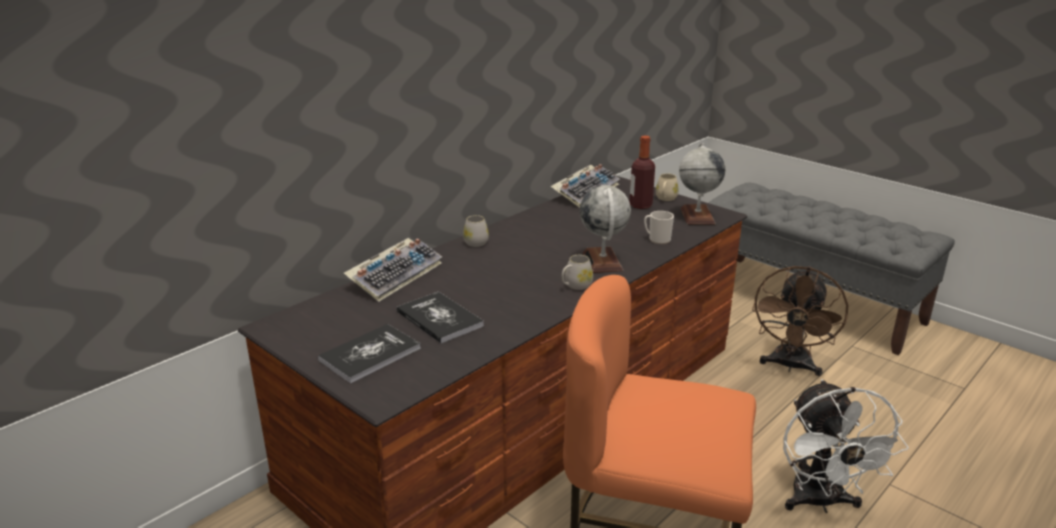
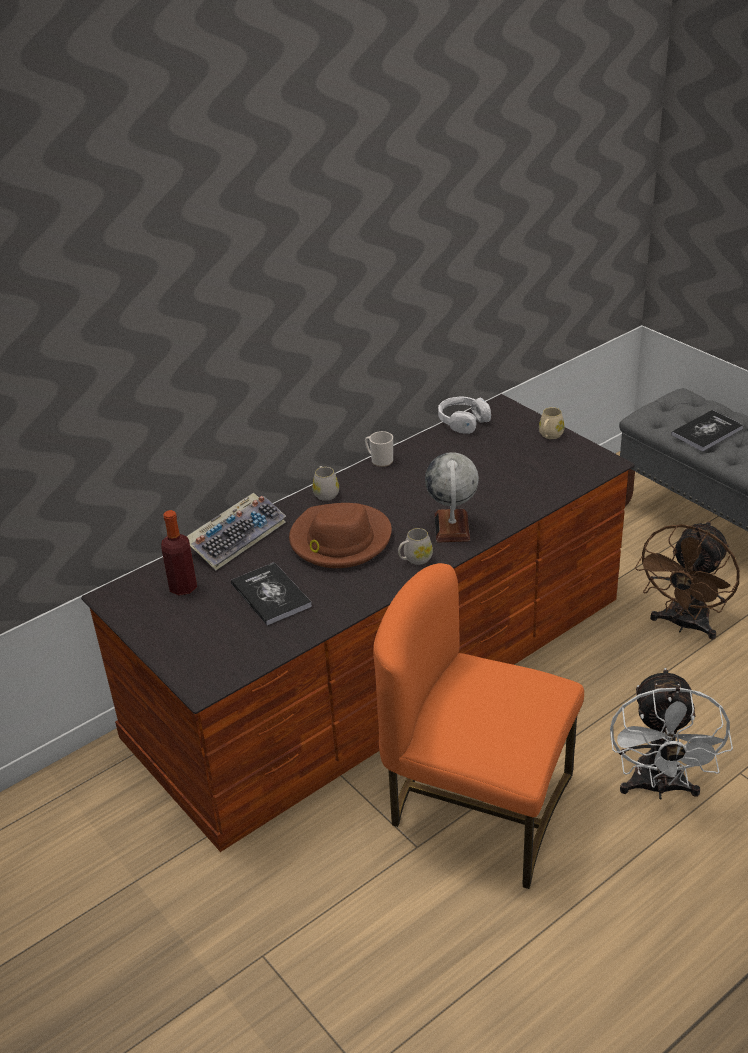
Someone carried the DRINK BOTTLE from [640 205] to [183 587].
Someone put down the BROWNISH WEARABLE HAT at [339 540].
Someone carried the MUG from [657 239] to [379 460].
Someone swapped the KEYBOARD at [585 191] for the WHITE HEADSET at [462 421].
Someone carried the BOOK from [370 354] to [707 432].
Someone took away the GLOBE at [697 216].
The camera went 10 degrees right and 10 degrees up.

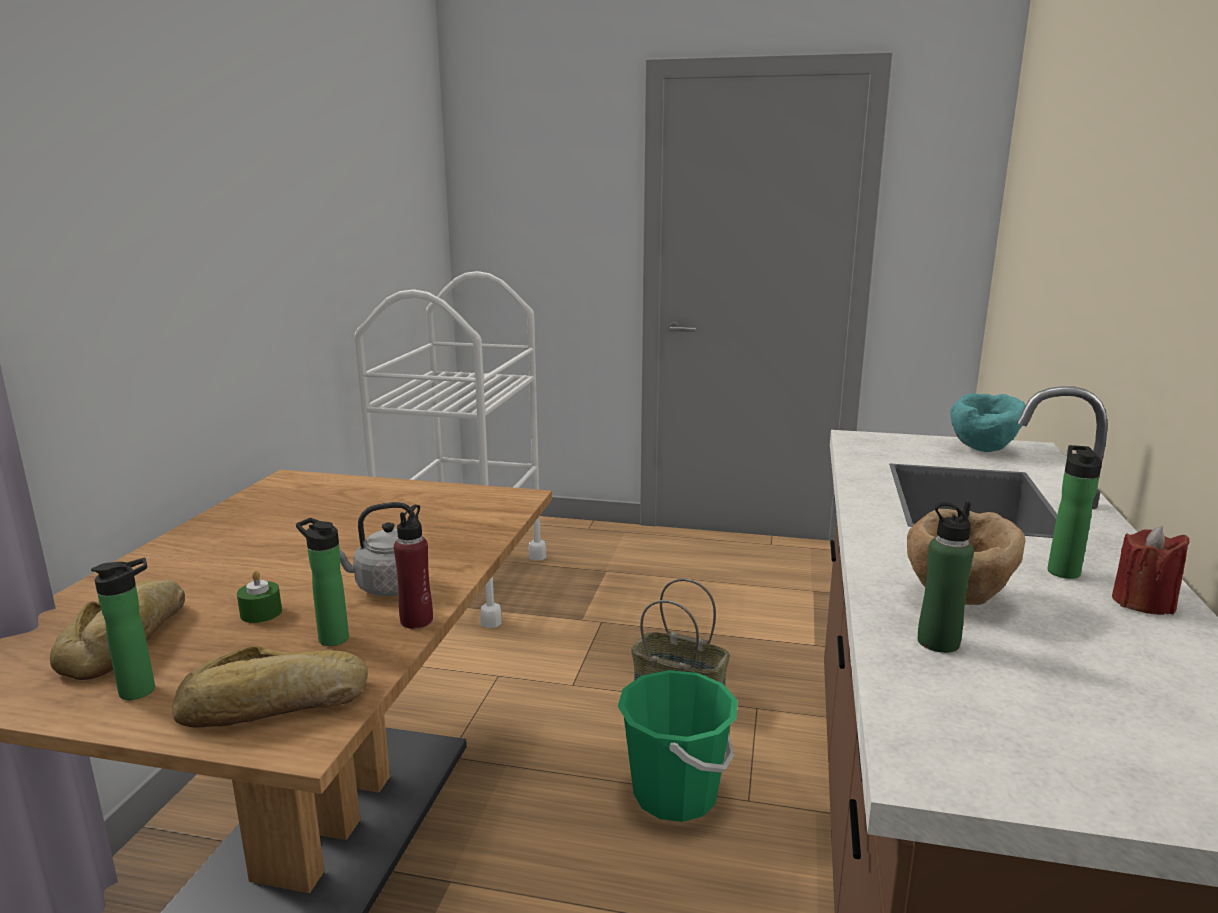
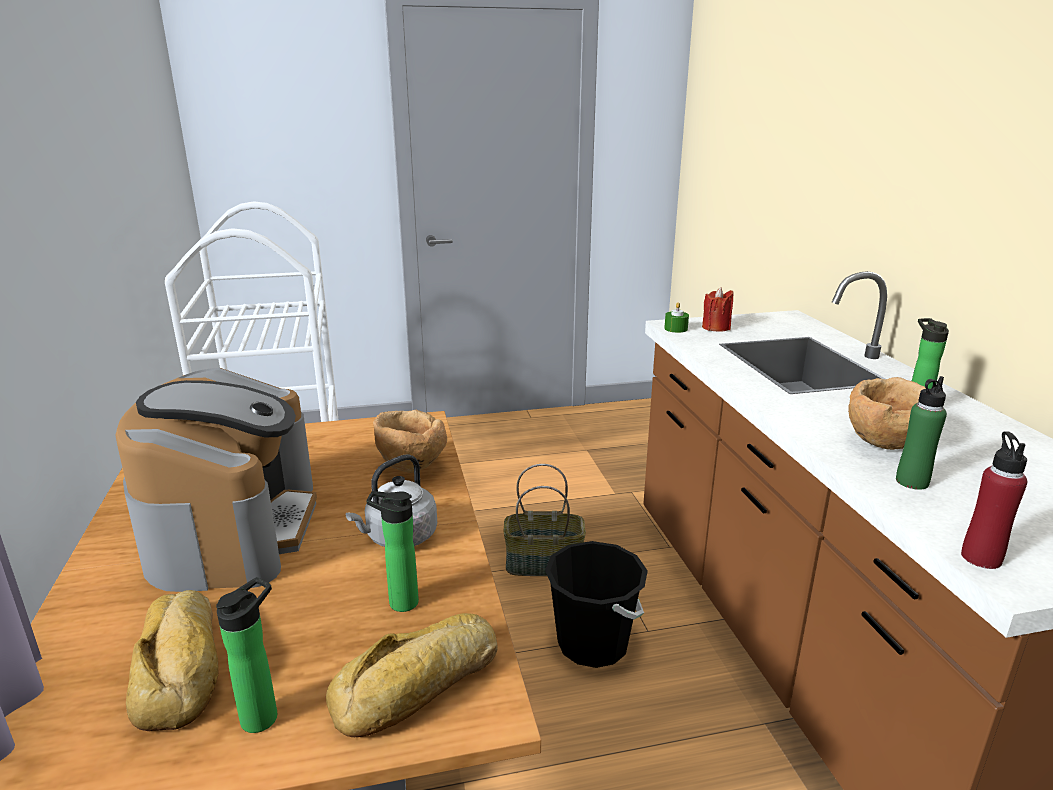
Someone put down the COFFEE BREWER at [234 528].
Someone put down the BROWNISH DEEP DISH at [411 466].
Someone repainted the GREEN BUCKET at [675 794], which became the BLACK-COLOURED BUCKET at [593 643].
Someone carried the GREEN WAX LIGHT from [261 613] to [676 329].
Someone carried the RED-COLOURED WAX LIGHT from [1143 602] to [716 328].
Someone carried the RED-COLOURED DRINK BOTTLE from [416 620] to [981 558].
Someone took away the TURQUOISE DEEP DISH at [983 450].
The camera went 25 degrees left and 5 degrees up.

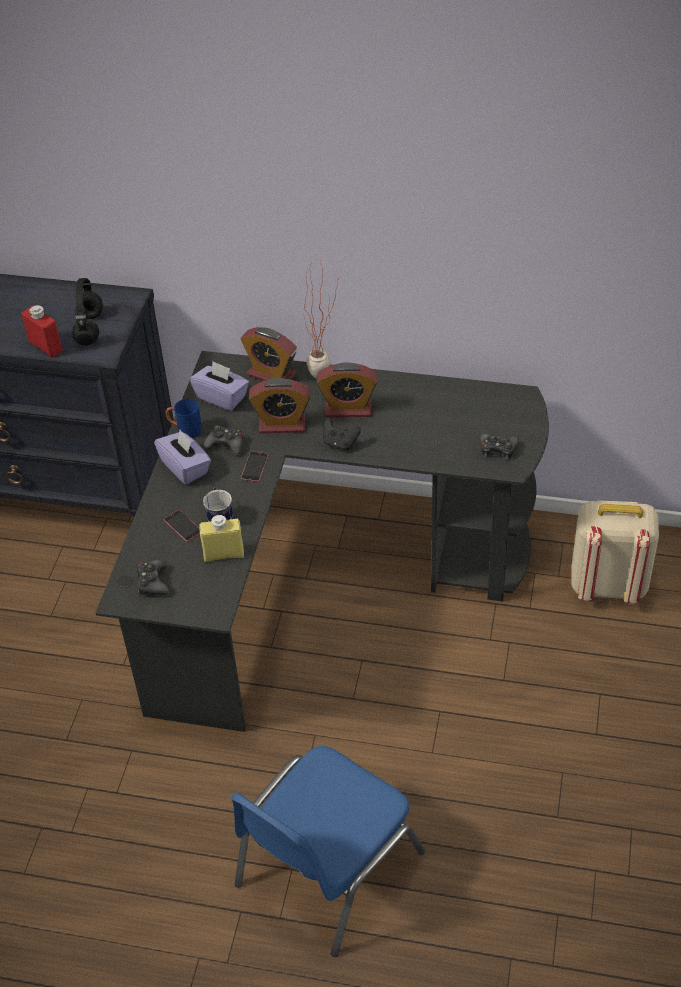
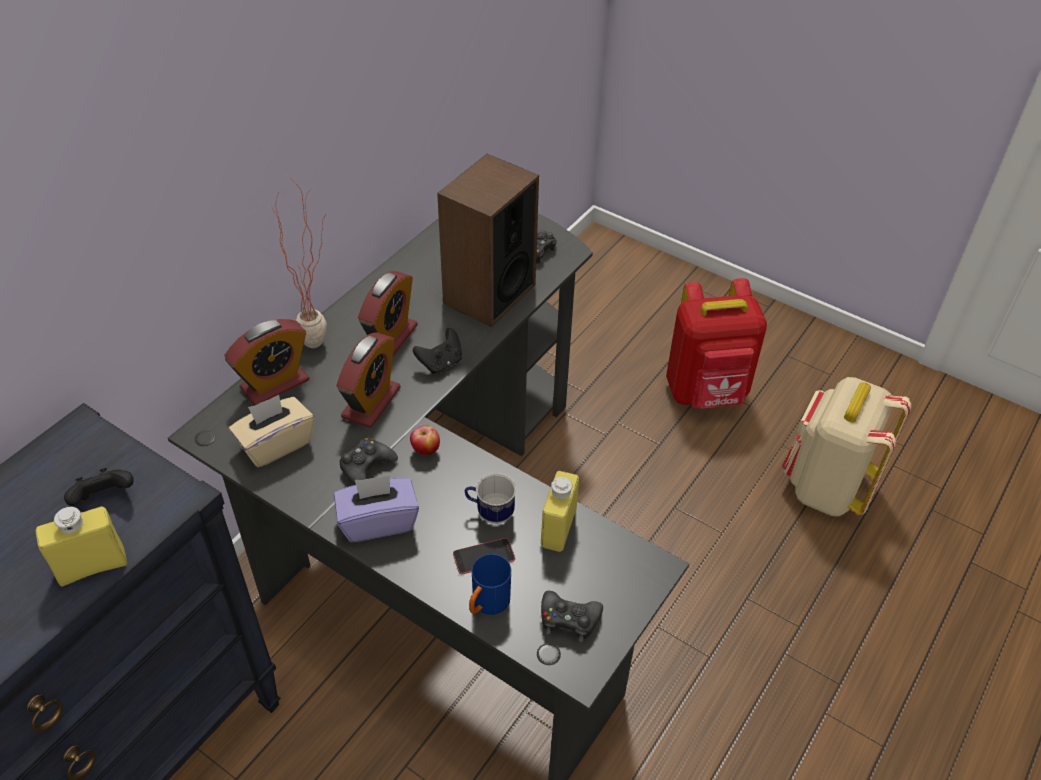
Someone repainted the RED-COLOURED DRINK BOTTLE at [45 346], which became the YELLOW-COLOURED DRINK BOTTLE at [92 566].
Someone swapped the BLACK-COLOURED HEADSET at [90 329] for the BLACK-COLOURED GAME CONTROLLER at [105 498].
Someone repainted the PURPLISH TISSUE HOLDER at [222 397], which became the BEIGE TISSUE HOLDER at [276 444].
Someone swapped the TELEPHONE at [254 466] for the APPLE FRUIT at [425 451].
Someone put down the AUDIO SPEAKER at [489 294].
Someone carried the BLUISH MUG from [185 430] to [487 605].
Someone put down the RED-COLOURED RUCKSACK at [707 392].
Someone carried the BEIGE RUCKSACK from [607 585] to [826 487].
Someone took away the BLUISH UPRIGHT CHAIR at [325 869].
The camera went 70 degrees left and 0 degrees up.

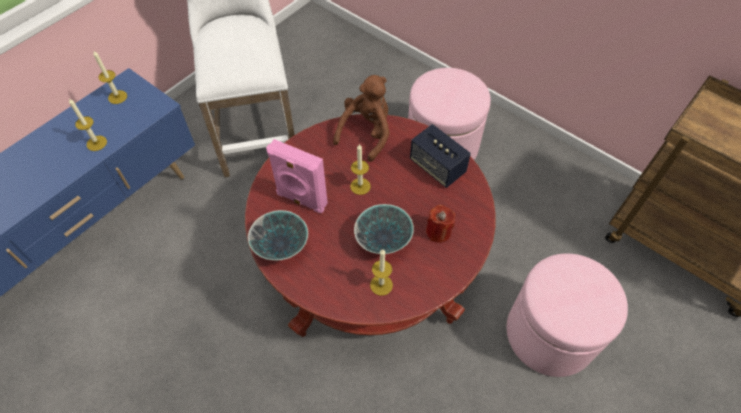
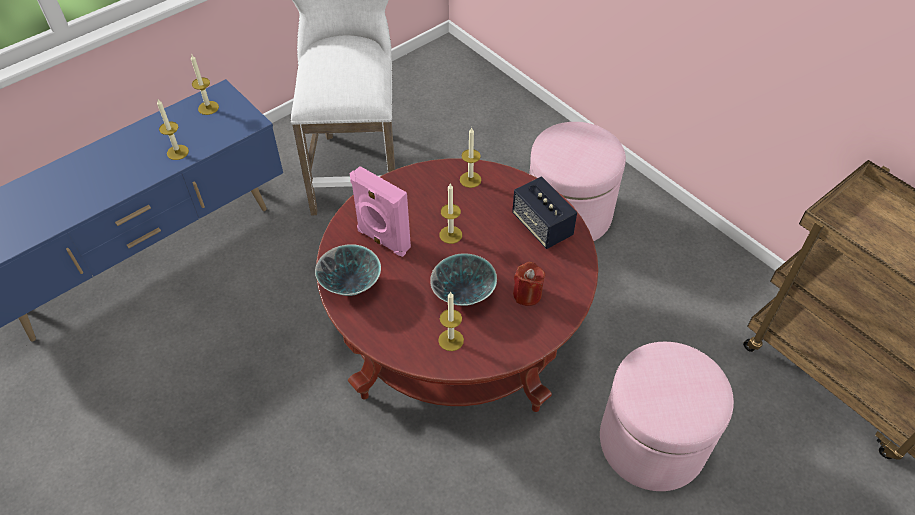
Someone swapped the BROWNISH PLUSH TOY at [366 133] for the WAX LIGHT at [470 179].
The camera went 10 degrees right and 5 degrees down.

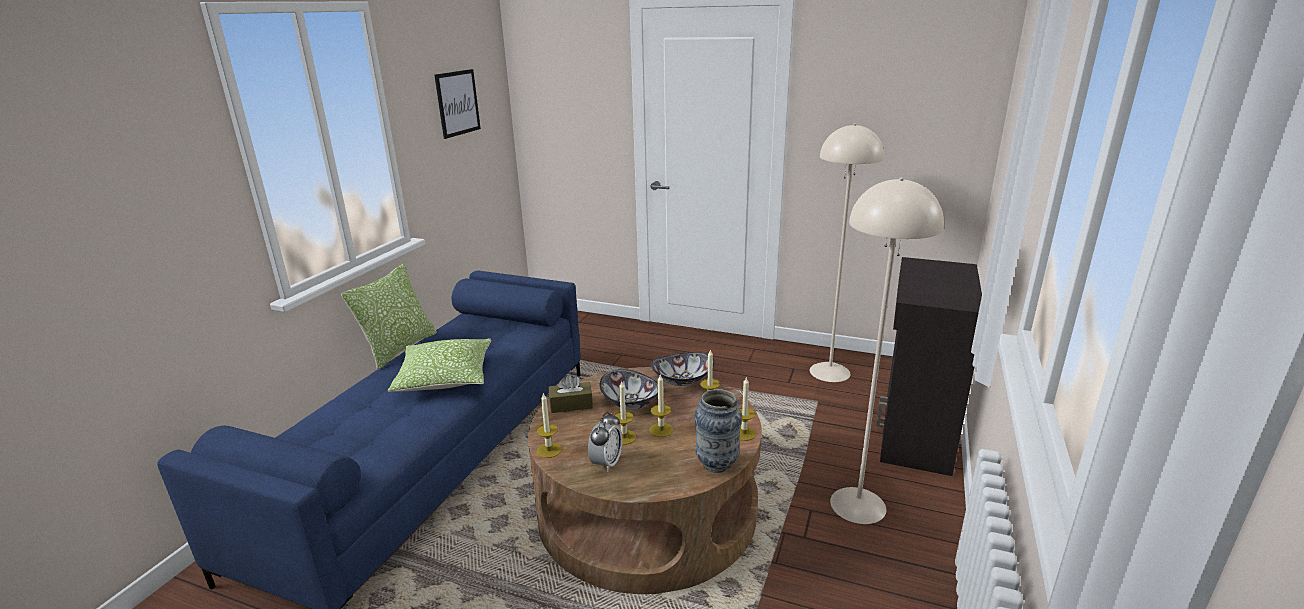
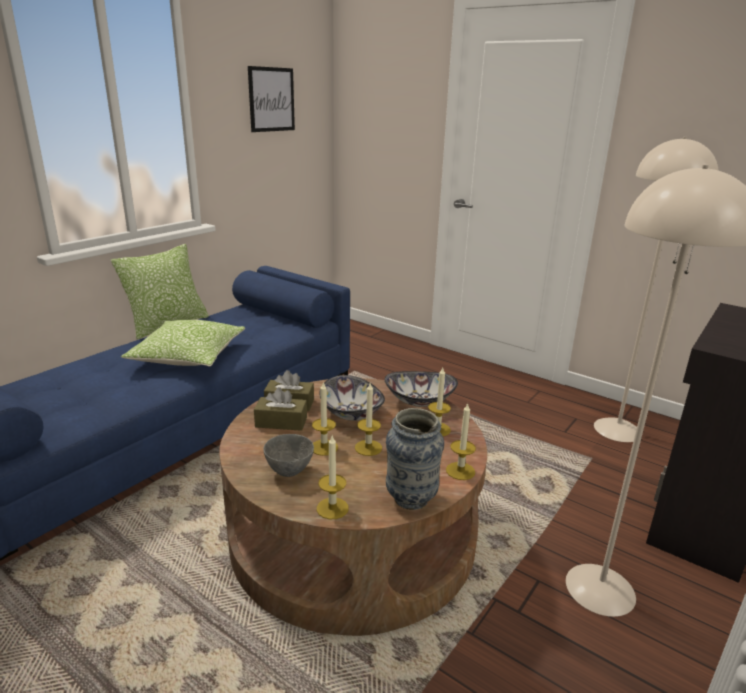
Someone put down the BROWNISH TISSUE HOLDER at [281 422].
Someone swapped the BEDSIDE CLOCK at [606 463] for the GREY DEEP DISH at [289 471].
Someone carried the WAX LIGHT from [549 450] to [332 508].
The camera went 15 degrees right and 0 degrees up.

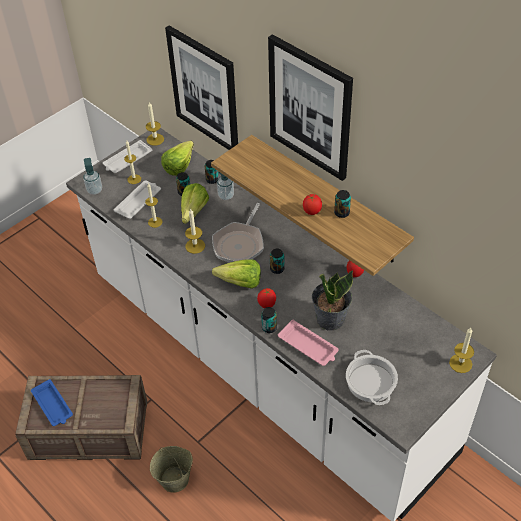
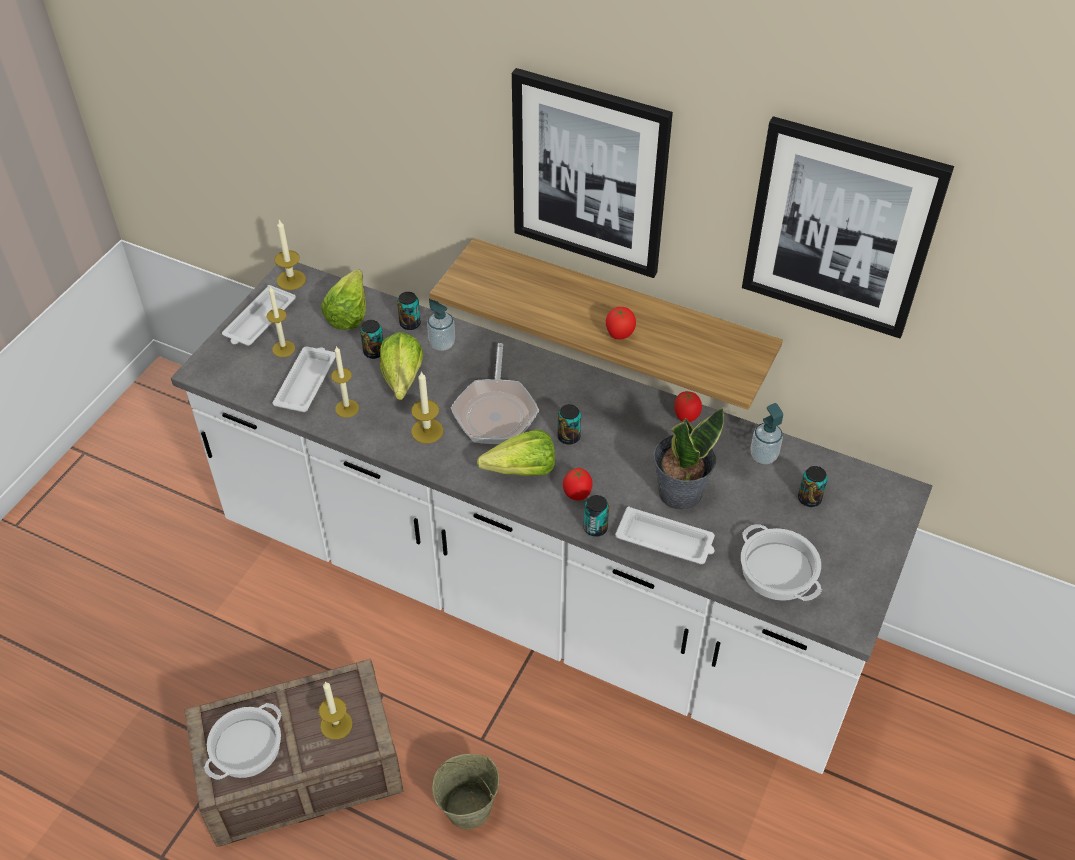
Someone swapped the BLUISH SERVING TRAY at [53 405] for the COOKING POT at [246 746].
Someone carried the WAX LIGHT from [460 363] to [336 725].
Someone repainted the PINKISH SERVING TRAY at [308 346], which became the WHITE SERVING TRAY at [666 541].
Someone carried the PICTURE from [204 89] to [840 228].
Someone carried the LIQUID SOAP BOTTLE from [94 190] to [763 456].
Someone carried the METAL CAN from [341 213] to [809 499].
The camera went 20 degrees left and 0 degrees up.

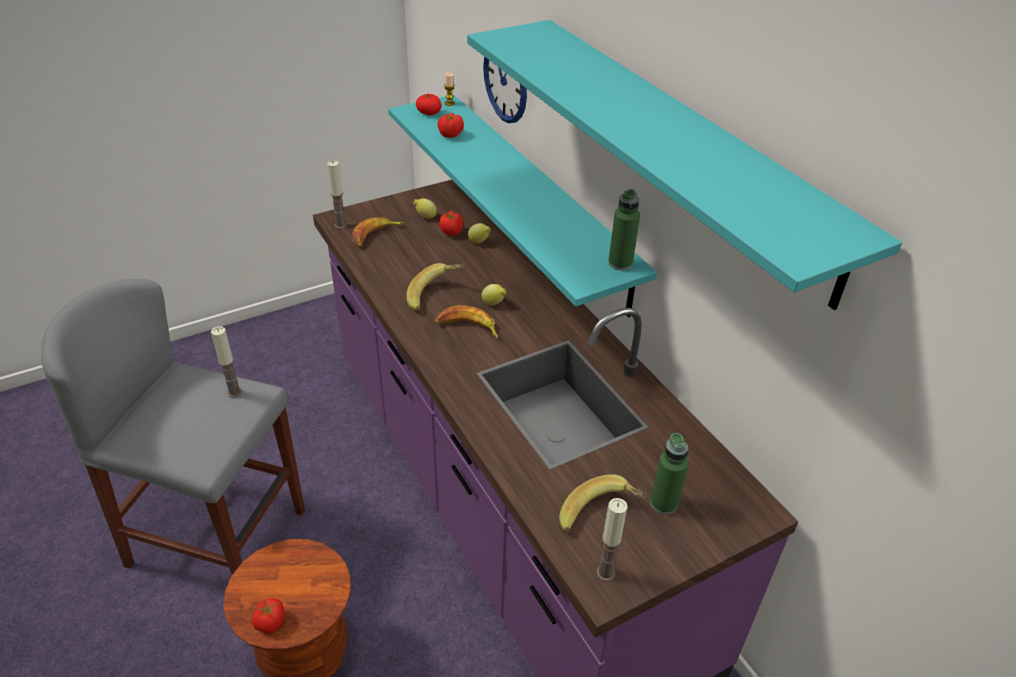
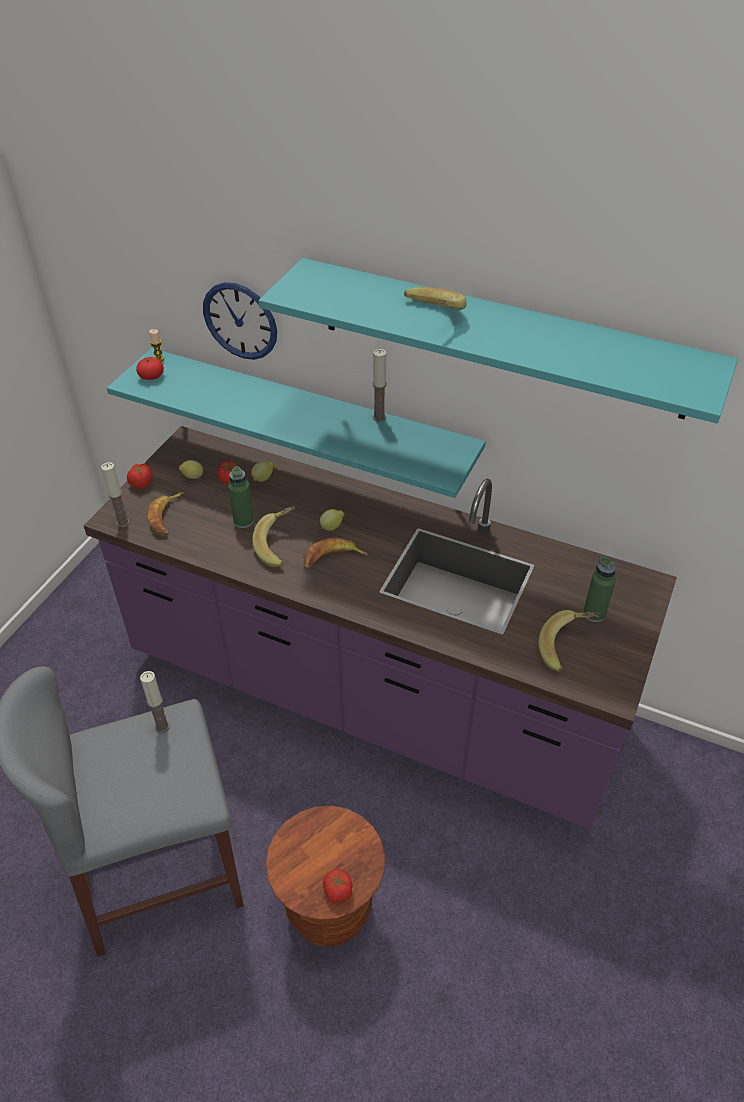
Someone carried the FRESH TOMATO from [450 135] to [141 484].
Someone carried the GREEN DRINK BOTTLE from [620 263] to [243 521].
Someone carried the WAX LIGHT from [605 573] to [379 417].
Someone put down the BANANA FRUIT at [431 316].
The camera went 35 degrees left and 5 degrees up.

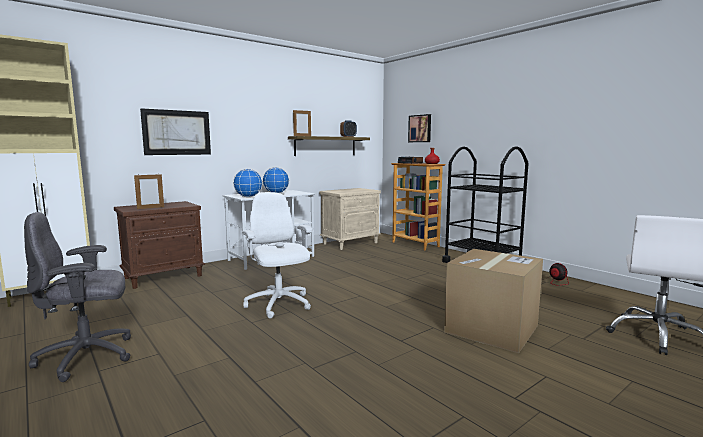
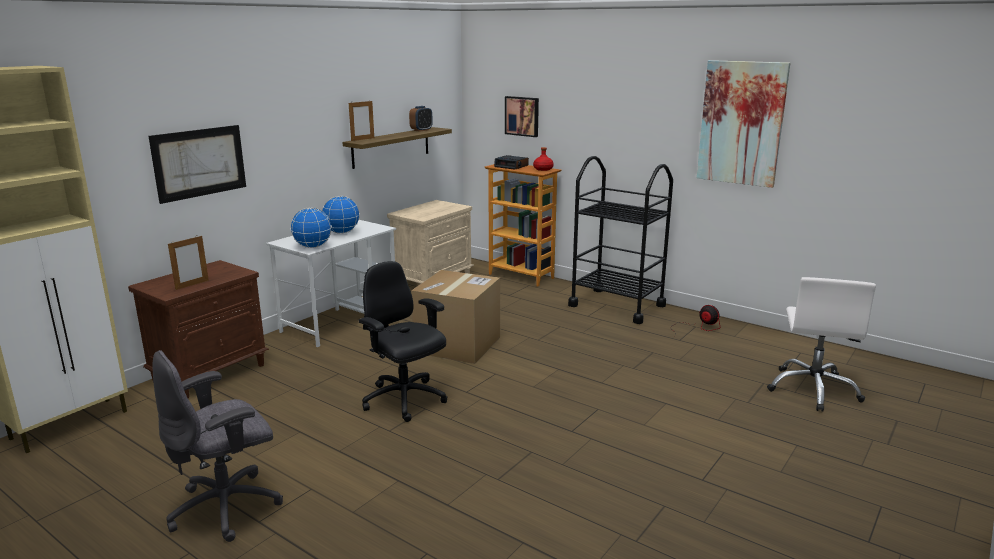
Someone repainted the WHITE OFFICE CHAIR at [279 305], which became the BLACK-COLOURED OFFICE CHAIR at [405 400].
Someone carried the CARDBOARD BOX from [491 329] to [458 345].
Someone put up the PICTURE at [741 123].
The camera went 15 degrees left and 10 degrees up.

